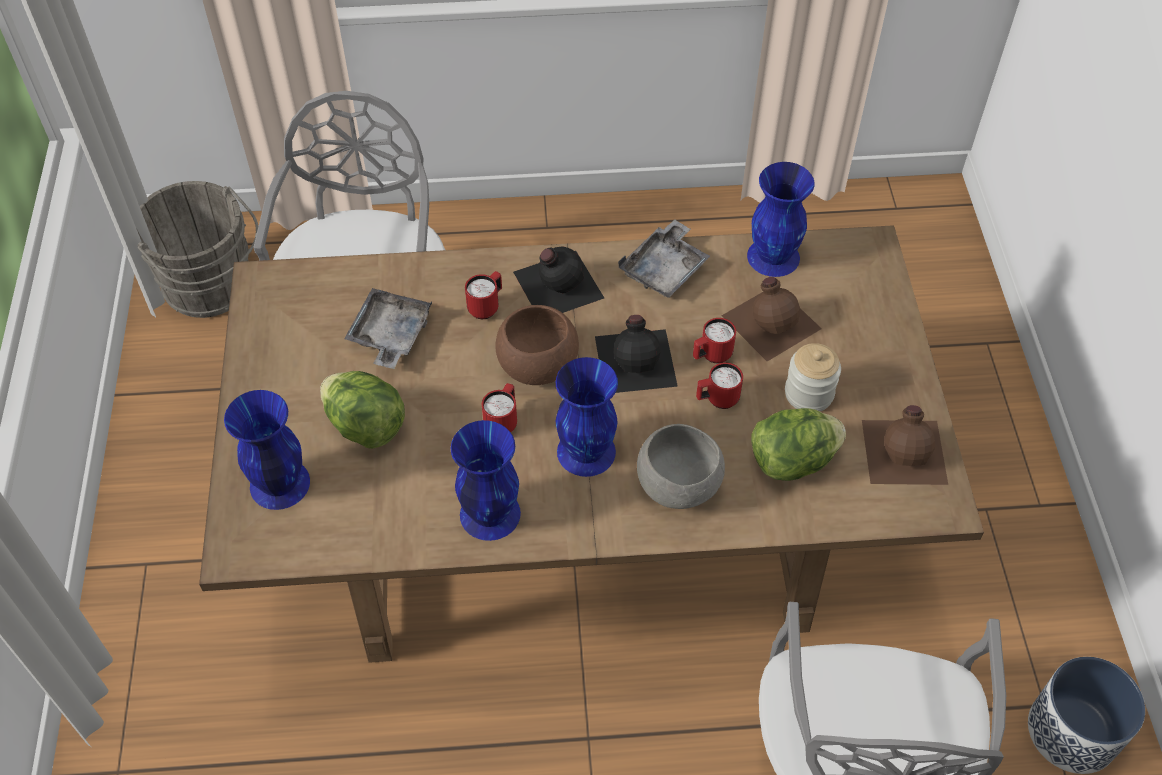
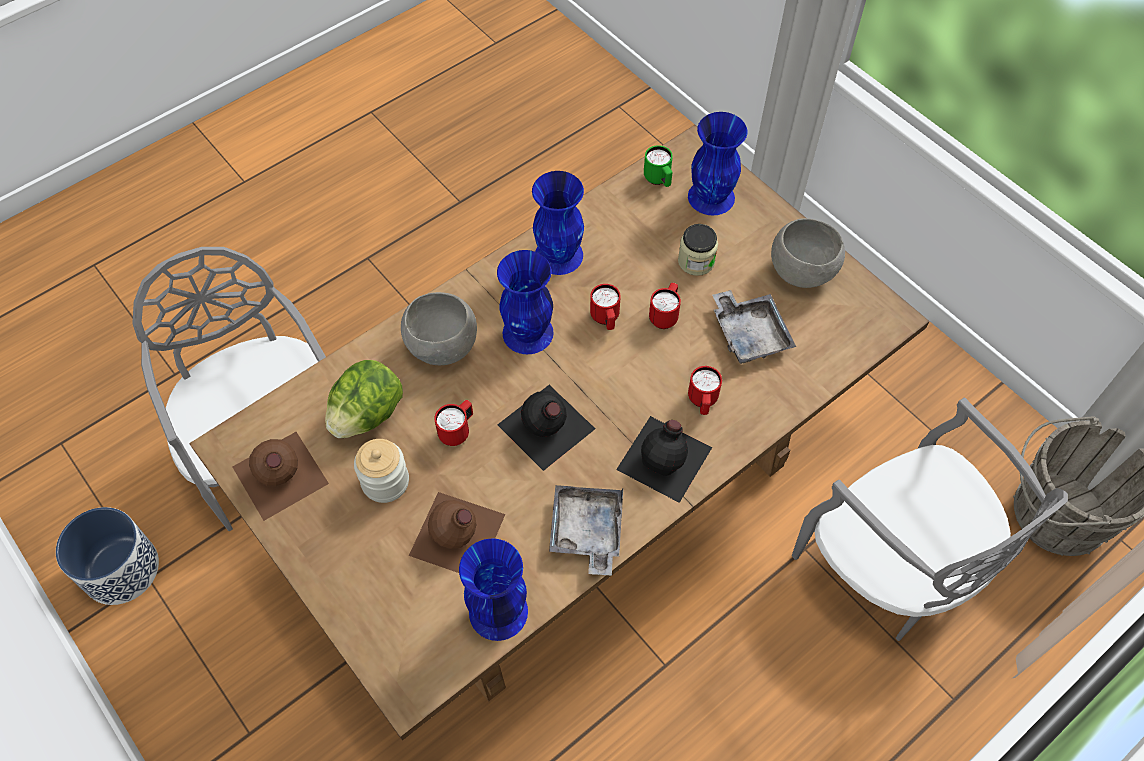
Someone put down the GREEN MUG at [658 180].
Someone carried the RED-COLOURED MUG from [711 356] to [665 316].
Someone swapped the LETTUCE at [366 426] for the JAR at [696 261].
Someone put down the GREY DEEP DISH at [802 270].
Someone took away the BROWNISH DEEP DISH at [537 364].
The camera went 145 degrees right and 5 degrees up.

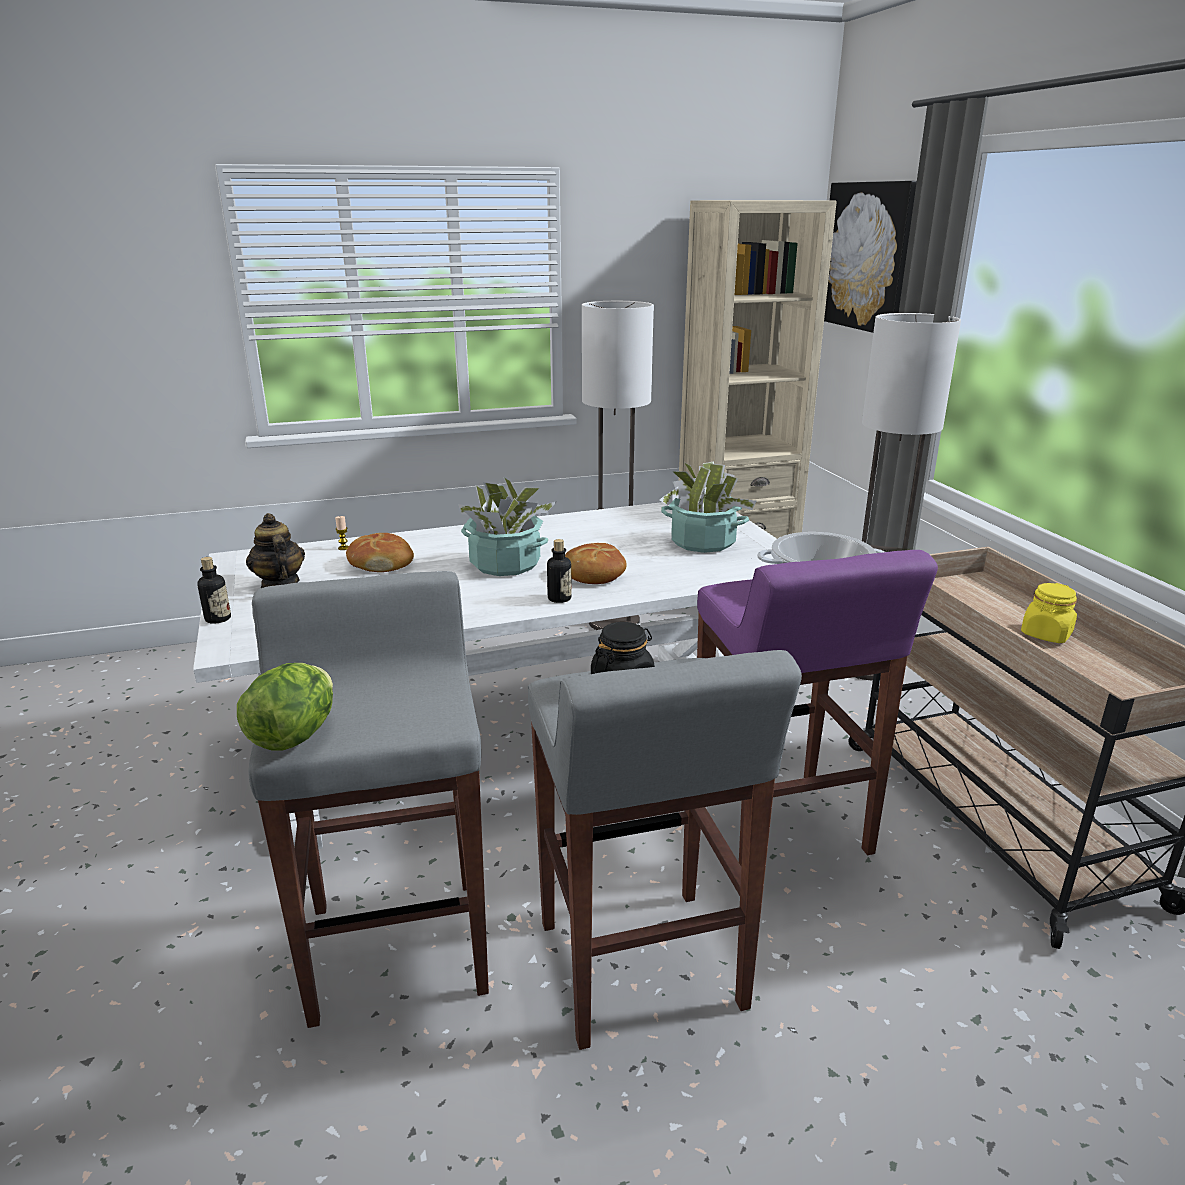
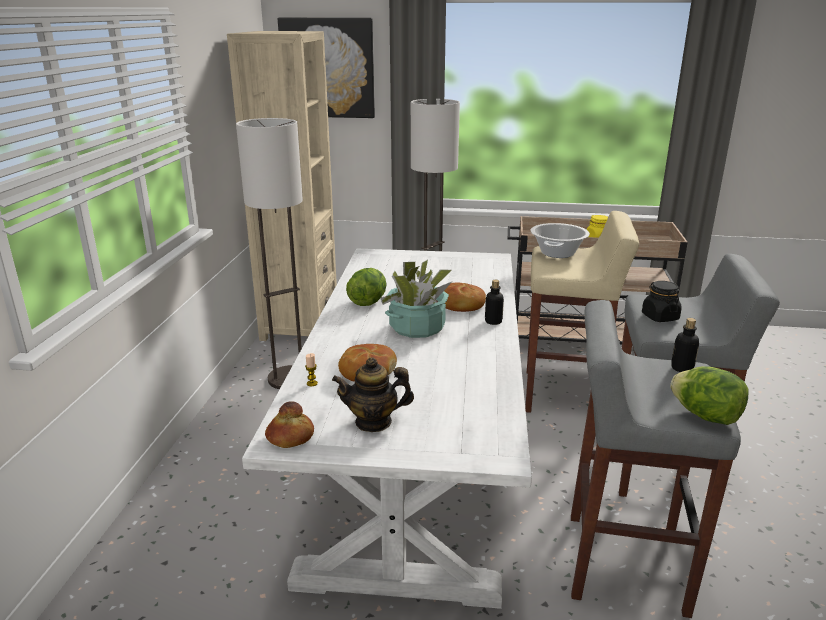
Someone put down the BAKED BREAD at [290 437].
Someone put down the LETTUCE at [368 302].
Someone repainted the PURPLISH SITTING STOOL at [780 827], which became the BEIGE SITTING STOOL at [565 395].
Someone carried the DRINK BOTTLE from [218 619] to [682 368].
Someone took away the POTTED PLANT at [703 542].
The camera went 65 degrees left and 0 degrees up.

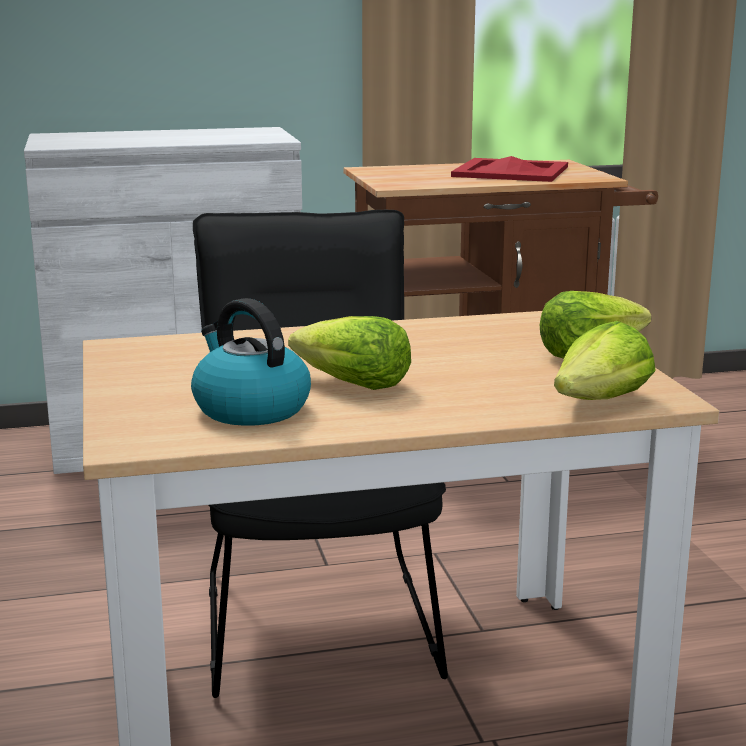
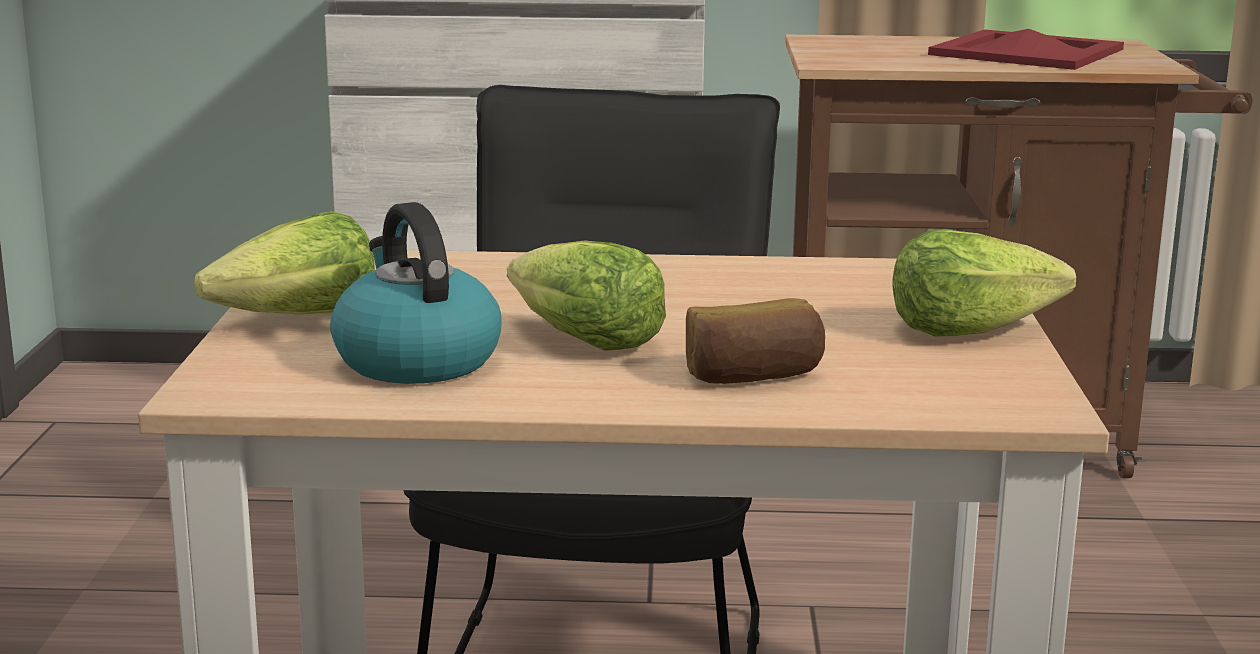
Someone carried the LETTUCE from [601 402] to [299 319].
Someone put down the BAKED BREAD at [753 375].
The camera went 15 degrees right and 0 degrees up.

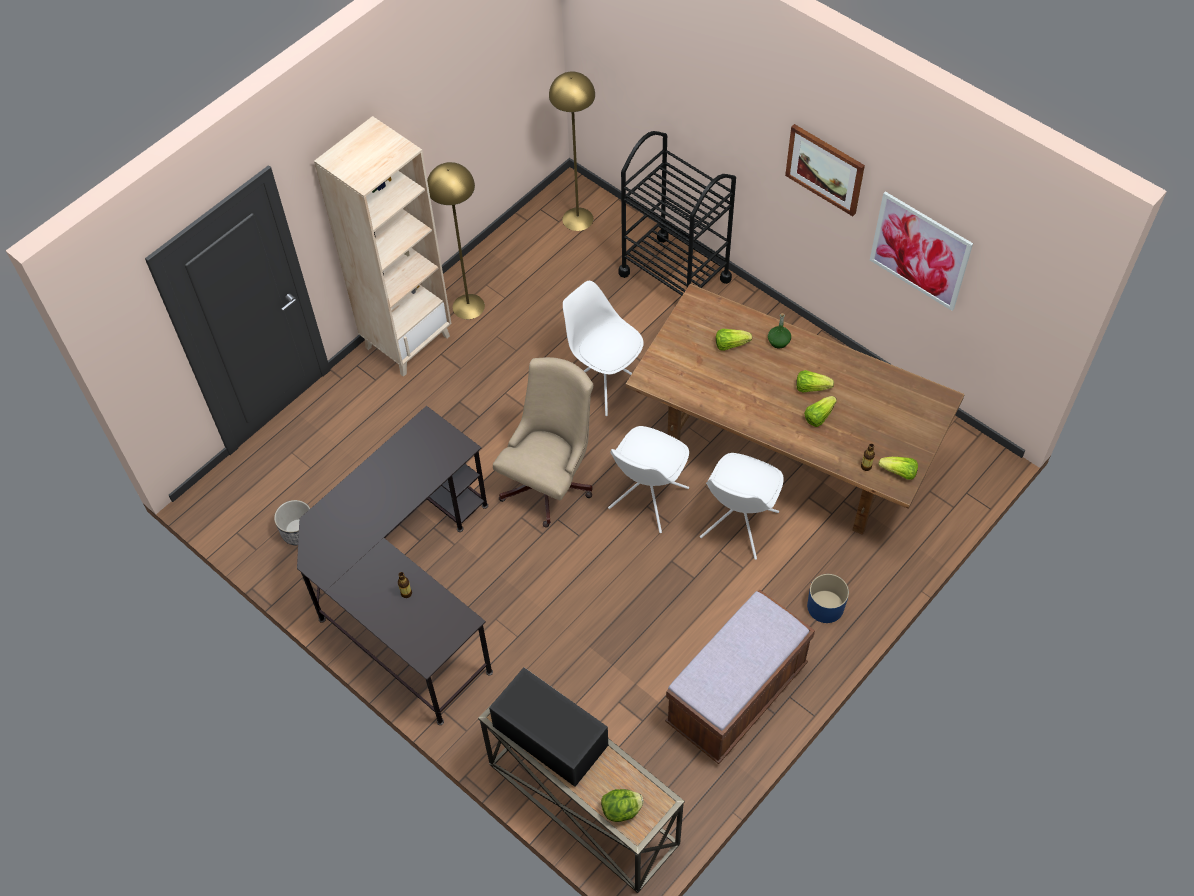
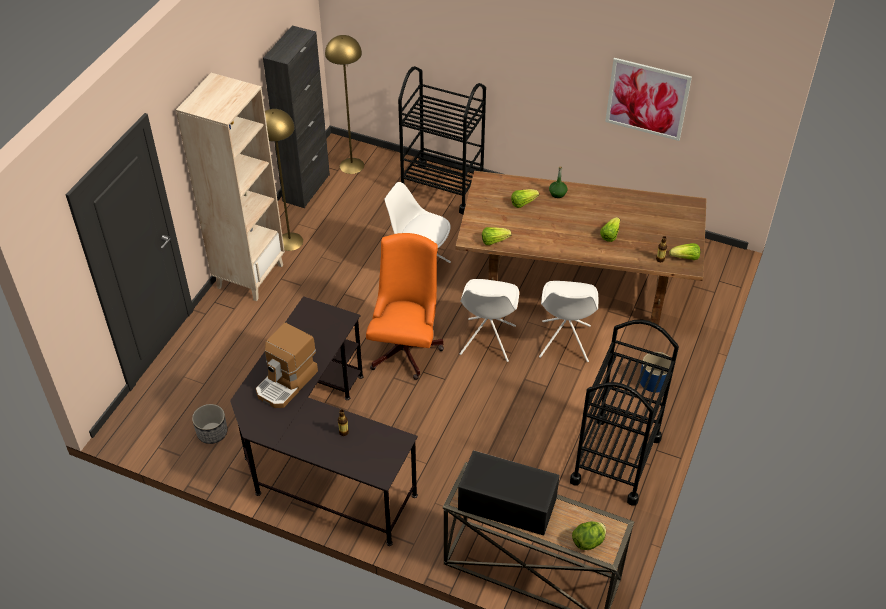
Someone put down the COFFEE BREWER at [287 383].
Someone put down the BLACK-COLOURED CABINET at [306 188].
Someone repainted the BEIGE OFFICE CHAIR at [550 481], which became the ORANGEY OFFICE CHAIR at [406 347].
Someone carried the LETTUCE from [811 387] to [494 241].
Someone swapped the BROWNISH BENCH at [736 695] for the BLACK-COLOURED CART at [616 460].
Someone took away the PICTURE at [825 169].
The camera went 20 degrees left and 10 degrees down.

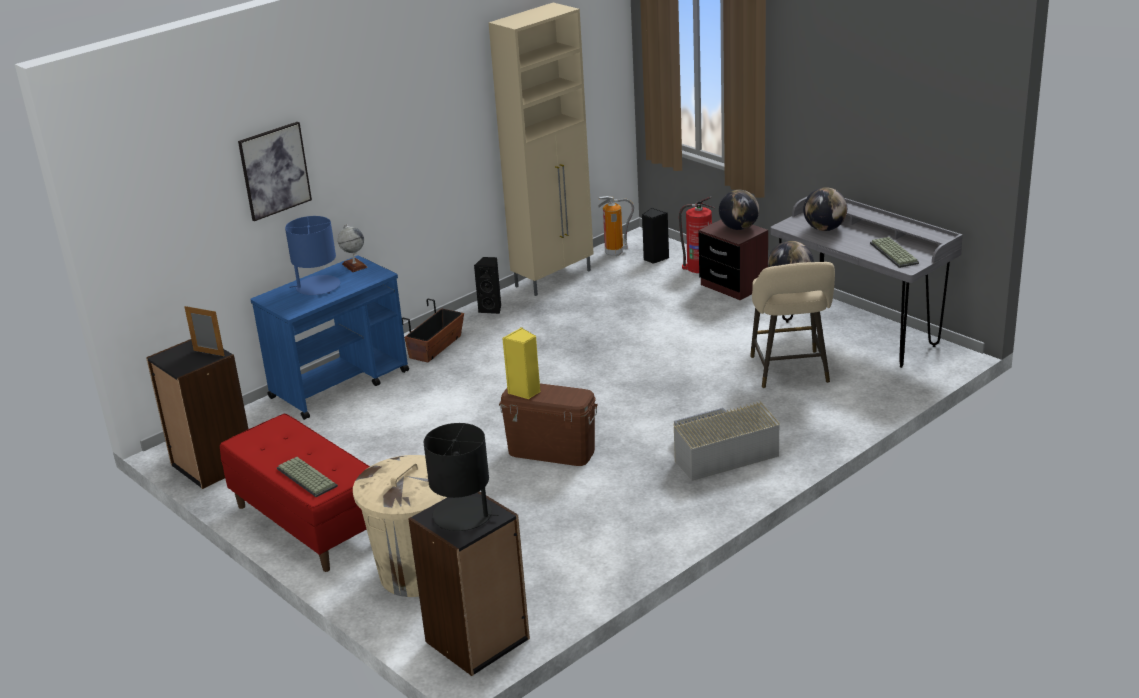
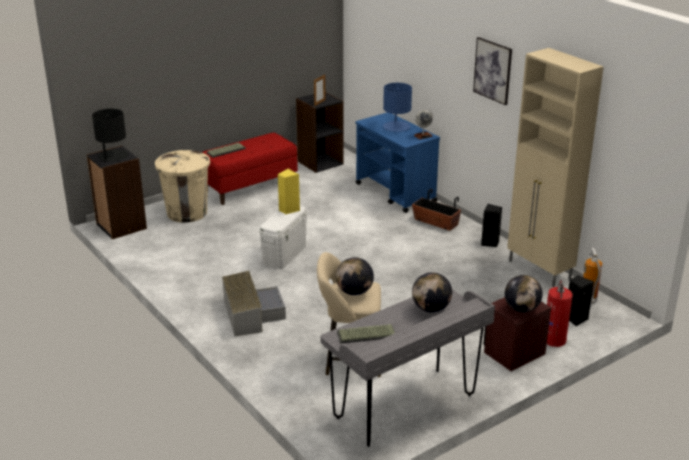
Someone repainted the BROWNISH STORAGE CONTAINER at [551 451], which became the WHITE STORAGE CONTAINER at [284 254].
Someone carried the PICTURE from [274 170] to [493 70].
The camera went 95 degrees right and 0 degrees up.

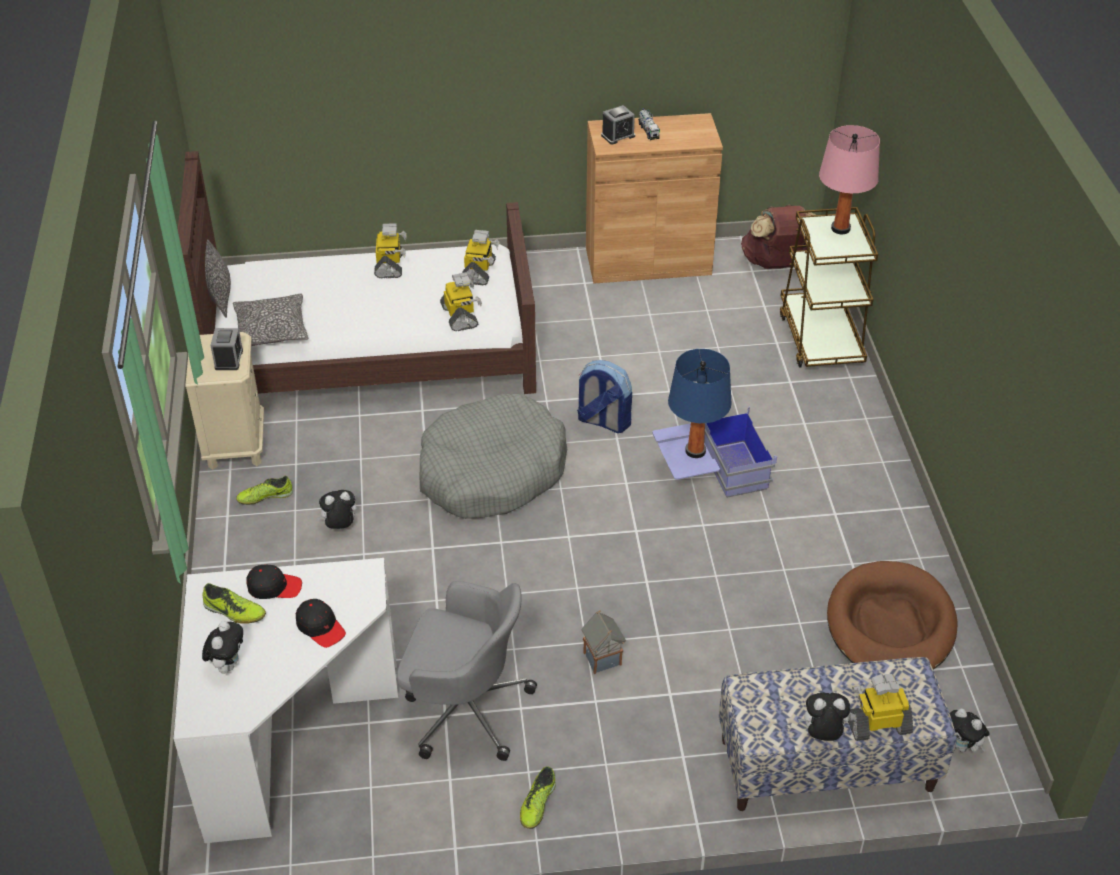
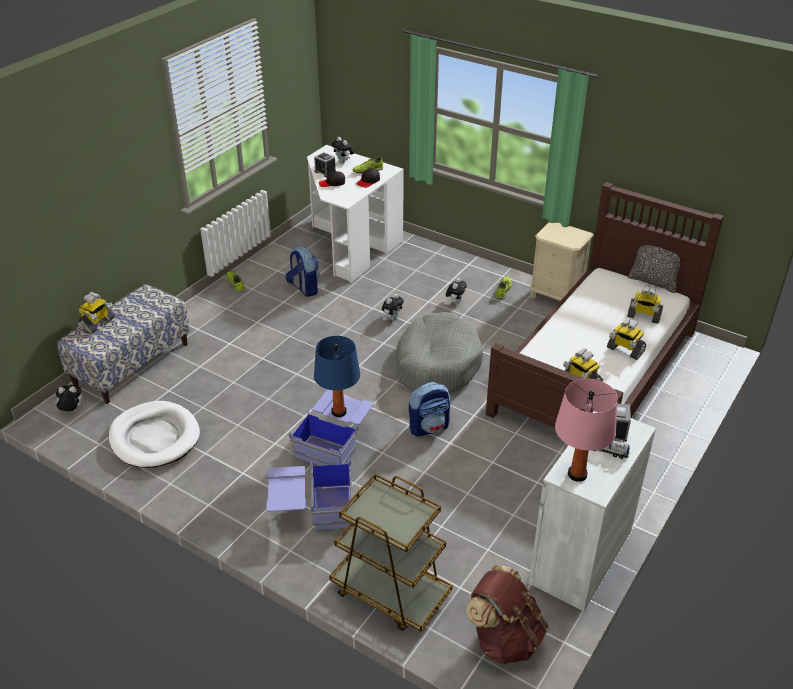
Someone repainted the BROWNISH PET BED at [890 625], which became the WHITE PET BED at [154 437].
Someone put down the BLUISH STORAGE CONTAINER at [311 509].
Someone swapped the GREY OFFICE CHAIR at [464 708] for the RUCKSACK at [304 288].
Someone carried the BEDSIDE CLOCK from [229 359] to [325 172].
Someone carried the PLUSH TOY from [822 734] to [392 318].
Someone repainted the BROWNISH CABINET at [648 261], which became the WHITE CABINET at [581 556].
Someone carried the PINKISH TABLETOP LAMP from [841 228] to [577 474].
Someone carried the ROBOT FIGURE from [460 316] to [643 316].
Someone took away the THROW PILLOW at [271 330].
Someone took away the MODEL HOUSE at [603 659].
The camera went 130 degrees right and 5 degrees down.

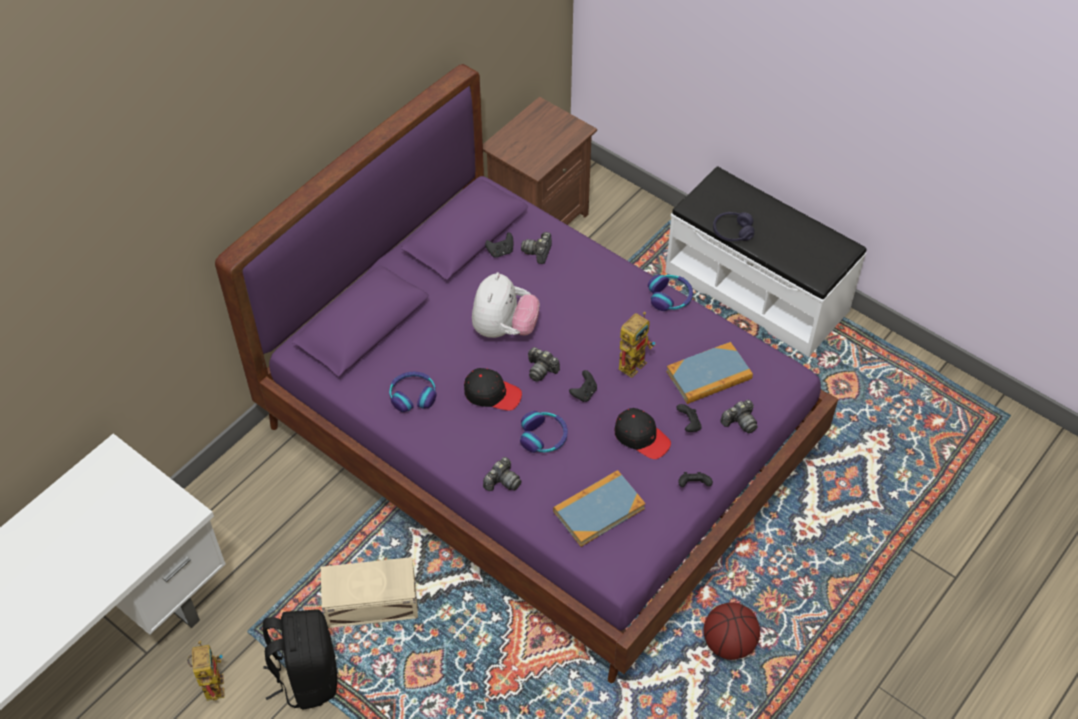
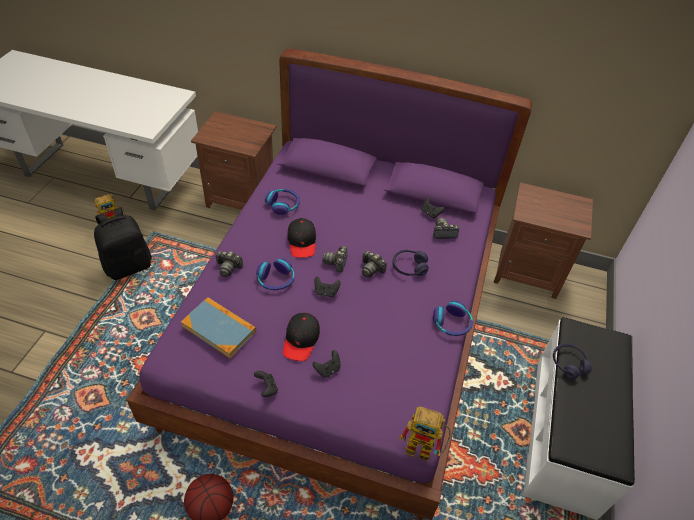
Someone put down the BROWNISH NIGHT TABLE at [242 199].
Someone carried the PHOTO CAMERA from [740 422] to [371 269].
Someone put down the PURPLISH HEADSET at [409 267].
Someone carried the ROBOT FIGURE from [634 360] to [425 449].
Someone took away the BEIGE STORAGE CONTAINER at [373 604].
Someone took away the PLUSH TOY at [504 329].
Someone took away the BOOK at [709 375].
The camera went 65 degrees right and 5 degrees down.

